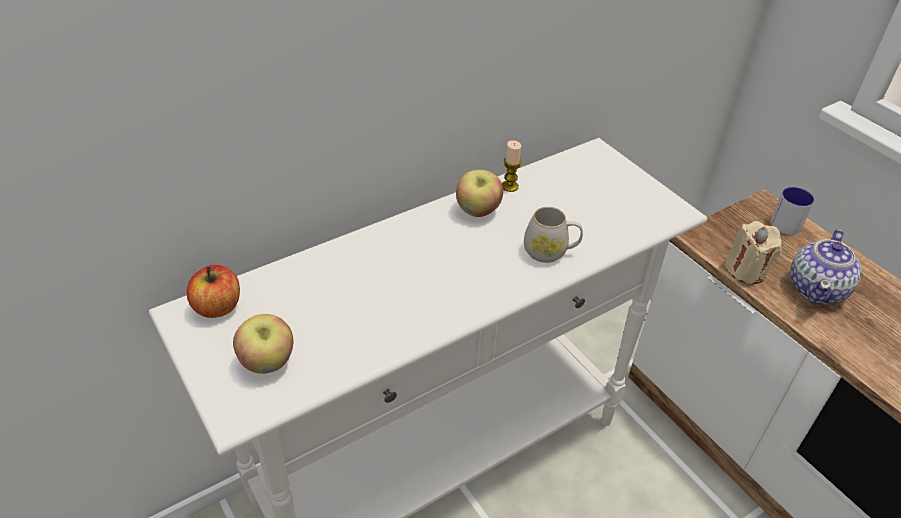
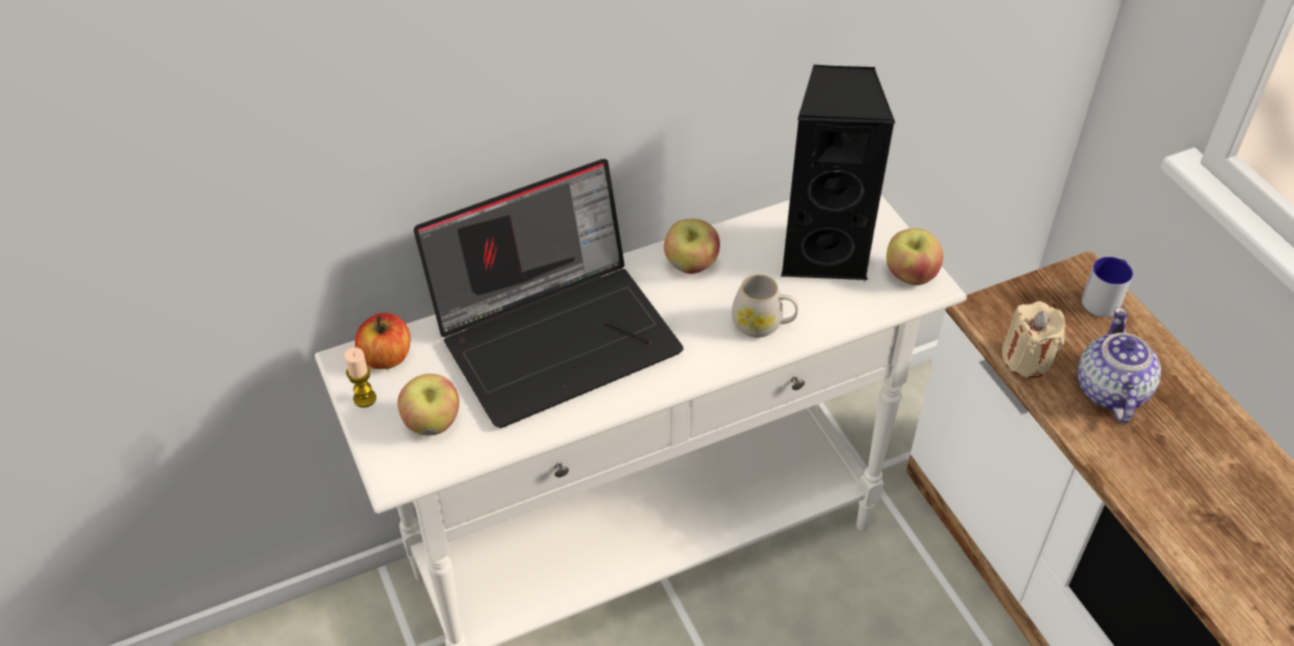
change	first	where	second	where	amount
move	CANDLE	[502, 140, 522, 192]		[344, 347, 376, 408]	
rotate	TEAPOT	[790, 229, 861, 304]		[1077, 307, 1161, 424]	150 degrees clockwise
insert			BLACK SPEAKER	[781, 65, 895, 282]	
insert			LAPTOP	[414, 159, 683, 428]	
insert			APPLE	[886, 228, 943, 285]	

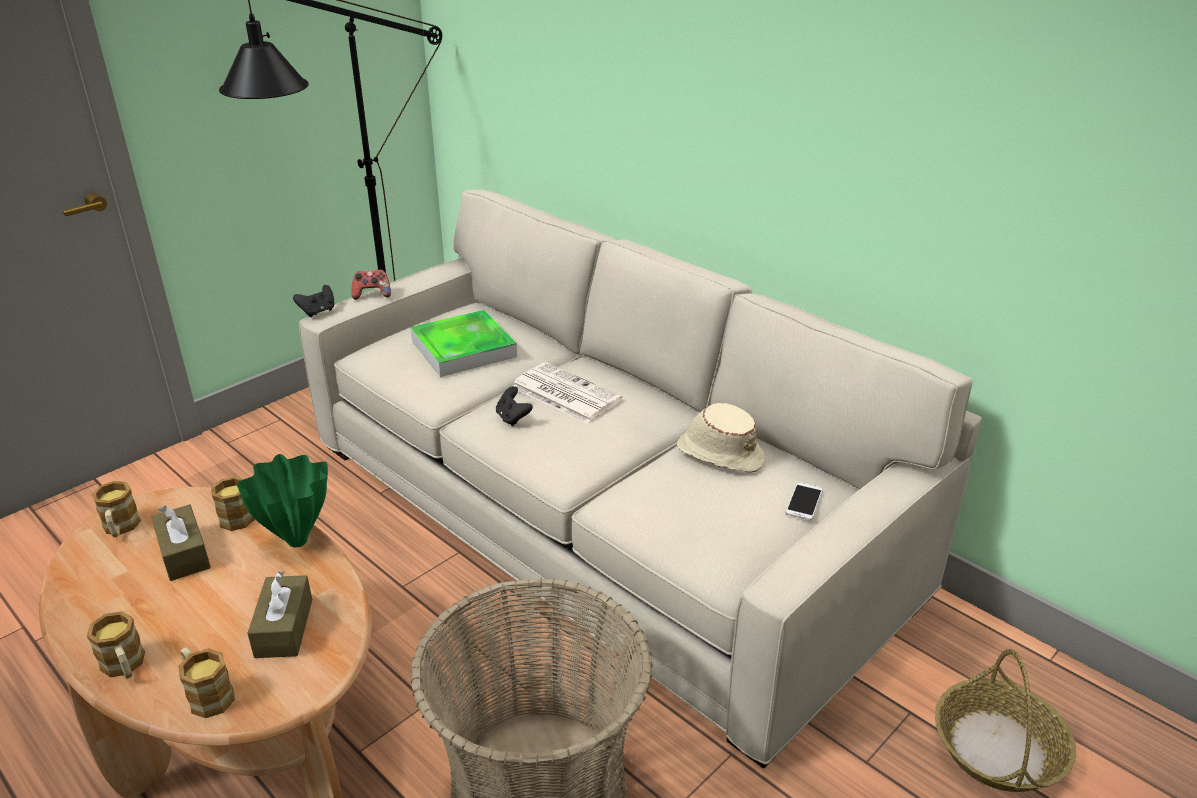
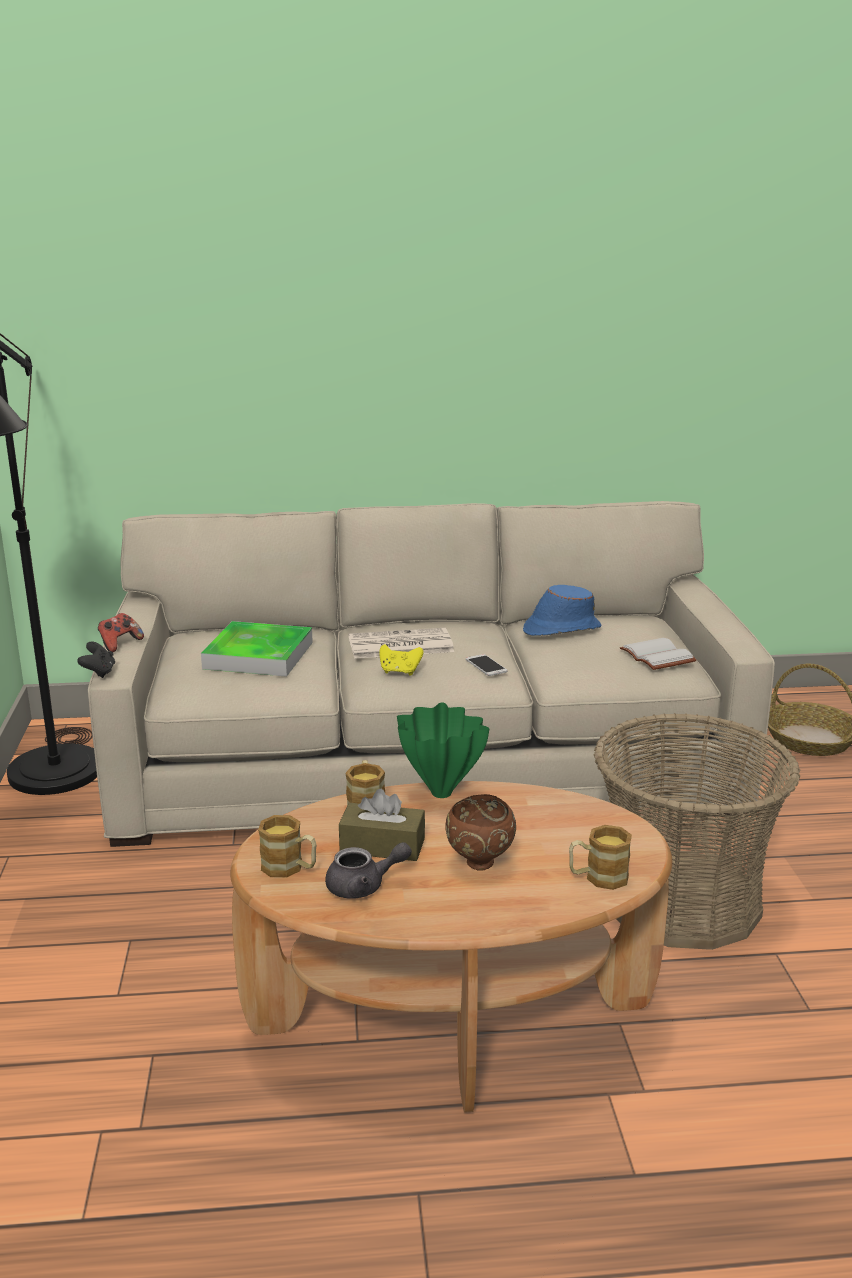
change	first	where	second	where	amount
recolor	BLACK GAME CONTROLLER	[496, 386, 533, 426]	YELLOW GAME CONTROLLER	[379, 644, 423, 676]	
recolor	BEIGE HAT	[677, 403, 764, 473]	BLUE HAT	[523, 585, 601, 636]	
move	PHONE	[786, 482, 823, 520]		[466, 654, 507, 676]	
delete	BROWN TISSUE BOX	[247, 571, 312, 658]			
delete	MUG	[87, 611, 145, 679]			
insert			WHITE BOOK	[620, 638, 696, 670]	
insert			BROWN BOWL	[445, 794, 516, 871]	
insert			GREY TEAPOT	[325, 842, 412, 899]	

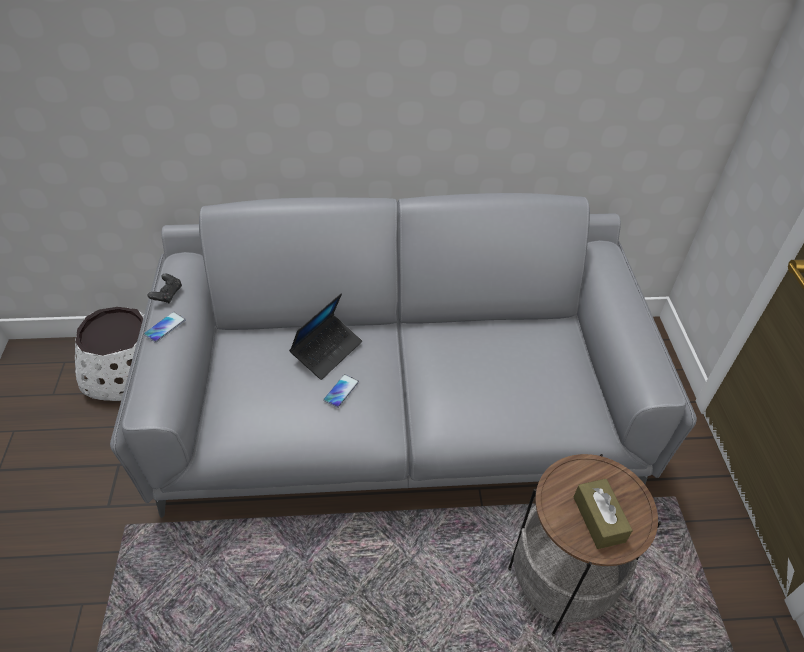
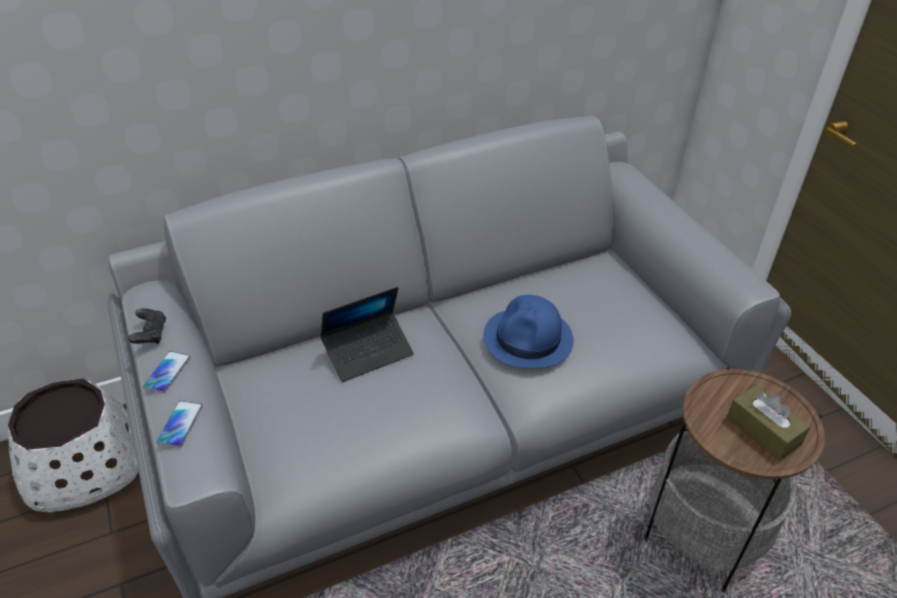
change	first	where	second	where	amount
rotate	LAPTOP	[289, 293, 362, 380]		[320, 287, 414, 382]	45 degrees clockwise
move	PHONE	[323, 374, 359, 408]		[156, 401, 203, 448]	
insert			BLUE HAT	[483, 295, 574, 368]	

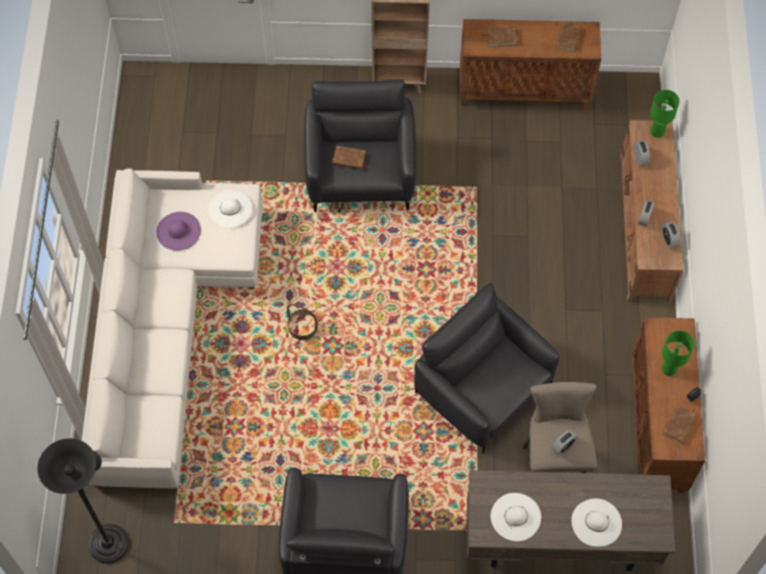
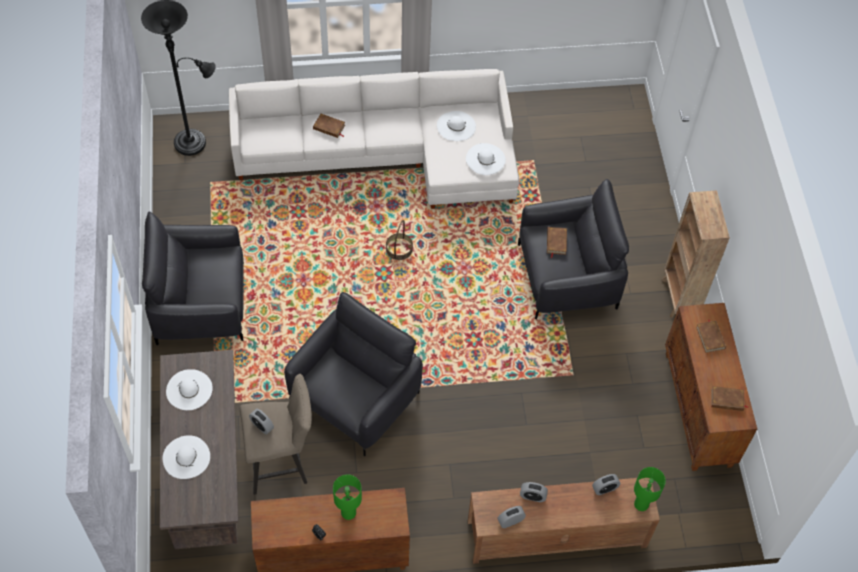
change	first	where	second	where	amount
recolor	PURPLE HAT	[156, 212, 201, 251]	WHITE HAT	[437, 111, 476, 141]	
move	BROWN BOOK	[662, 404, 698, 444]		[313, 114, 345, 138]	

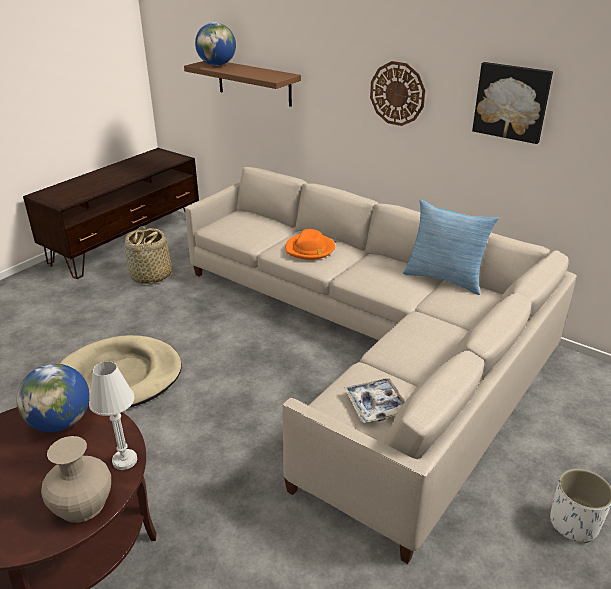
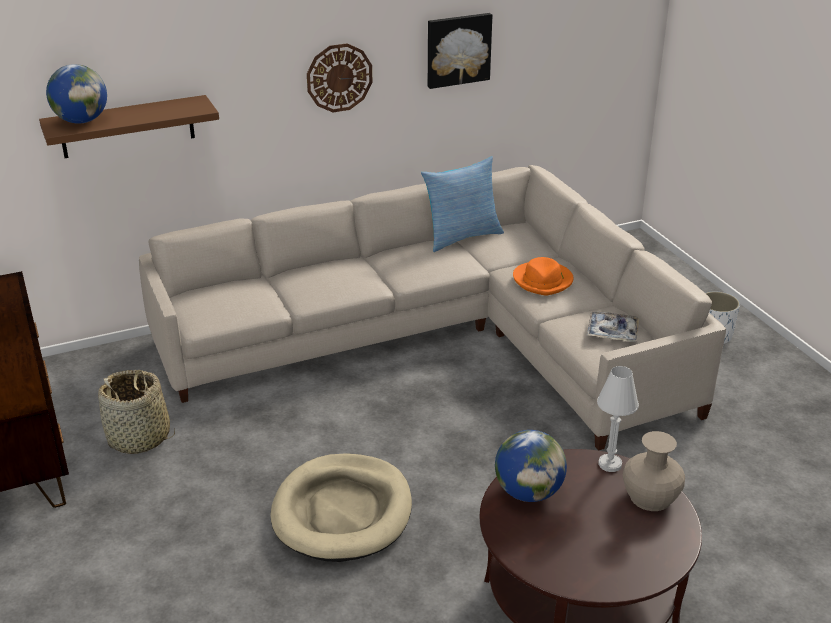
change	first	where	second	where	amount
move	ORANGE HAT	[285, 229, 335, 260]		[513, 257, 574, 296]	

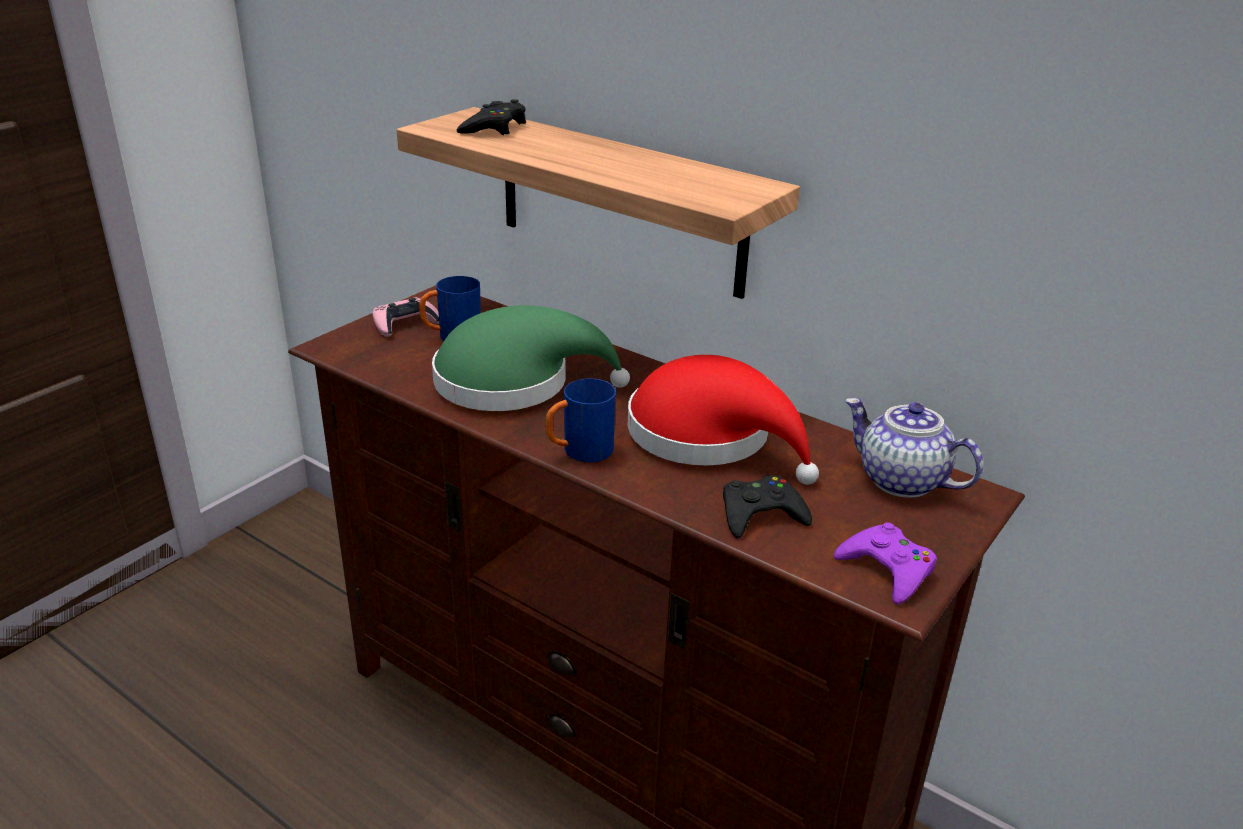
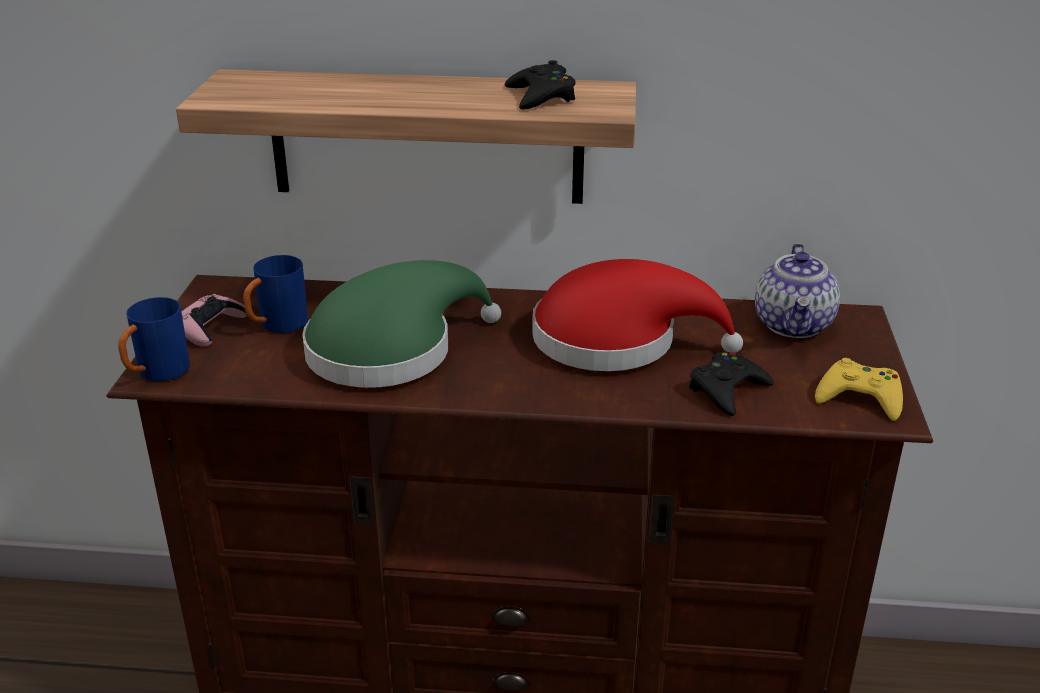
change	first	where	second	where	amount
move	BLACK GAME CONTROLLER	[457, 99, 526, 135]		[505, 60, 575, 109]	
move	BLUE MUG	[546, 379, 616, 462]		[118, 297, 190, 381]	
rotate	TEAPOT	[845, 398, 983, 498]		[755, 243, 840, 338]	90 degrees counterclockwise
recolor	PURPLE GAME CONTROLLER	[834, 523, 937, 605]	YELLOW GAME CONTROLLER	[815, 358, 903, 421]	

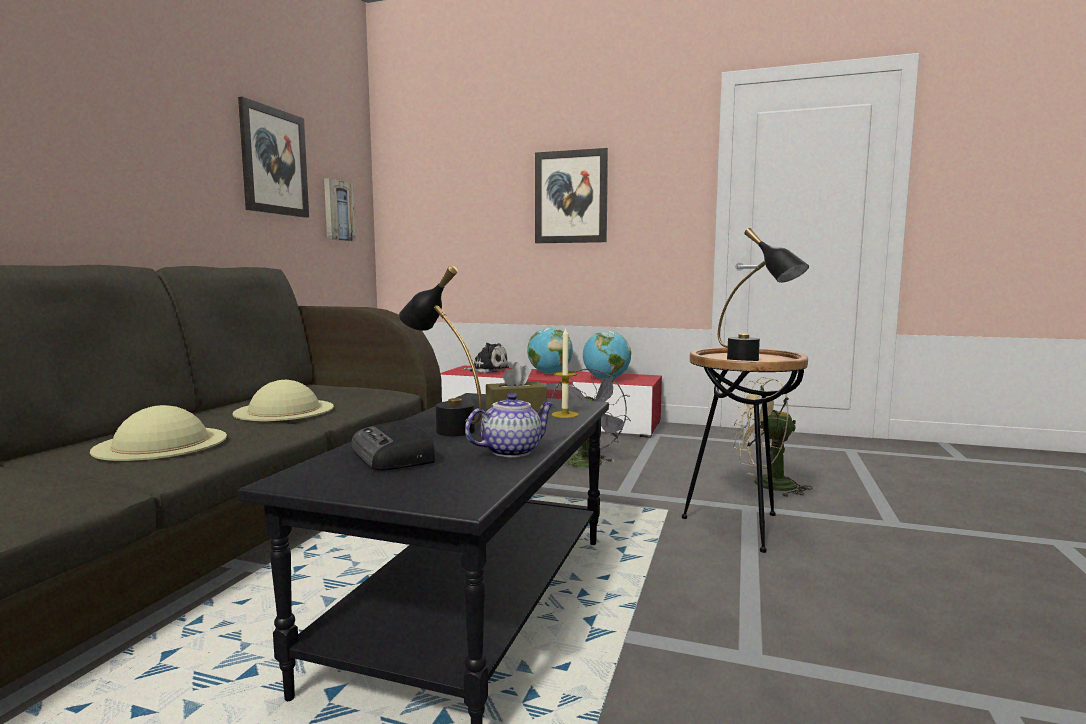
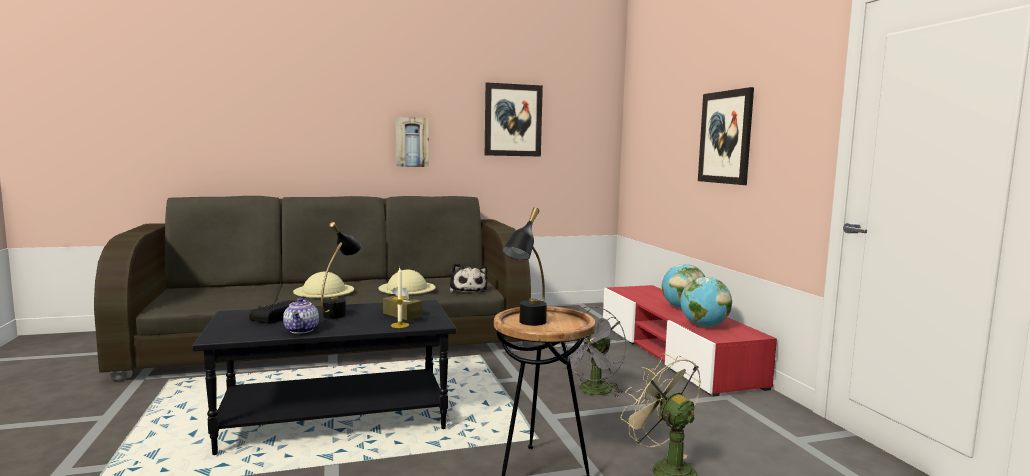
change	first	where	second	where	amount
move	PICTURE	[324, 178, 356, 241]		[396, 117, 429, 167]	
move	PLUSH TOY	[462, 343, 509, 373]		[450, 263, 488, 293]	
rotate	TEAPOT	[465, 393, 554, 457]		[283, 298, 319, 334]	60 degrees clockwise

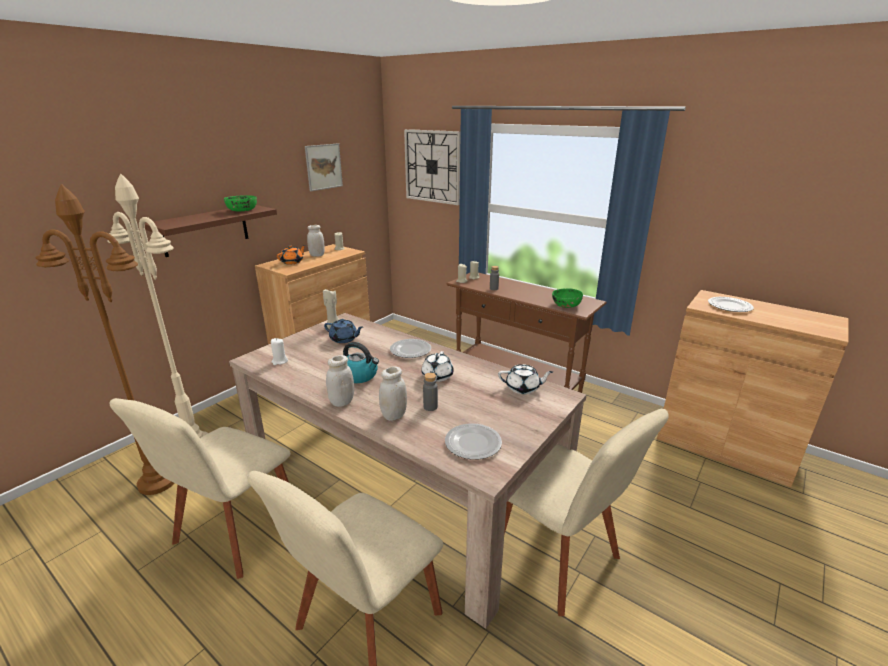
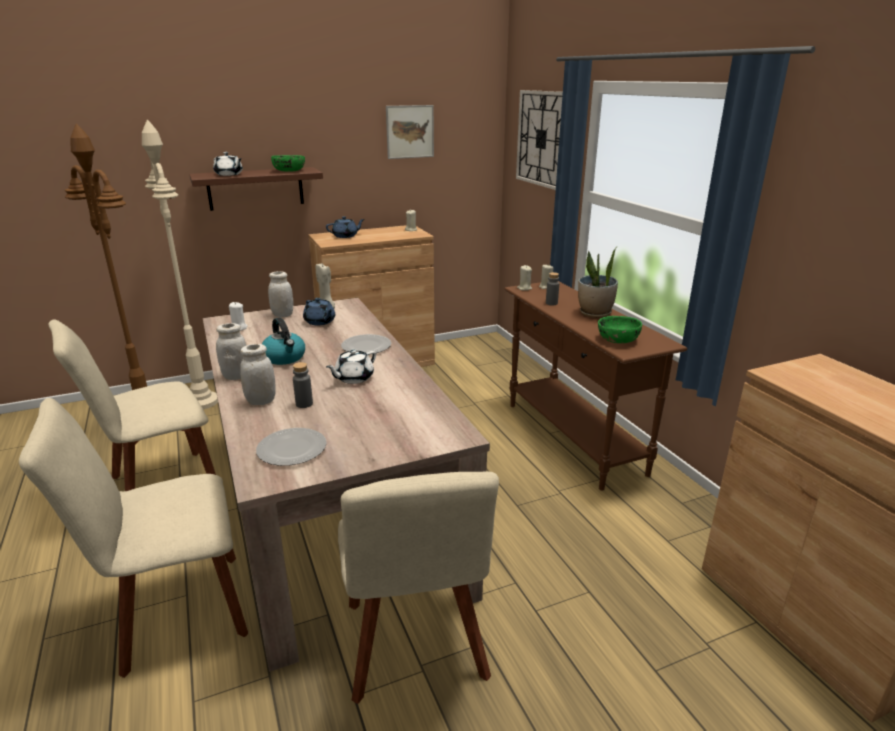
change	first	where	second	where	amount
move	WHITE JAR	[307, 225, 325, 257]		[268, 271, 293, 317]	
recolor	ORANGE TEAPOT	[277, 245, 306, 264]	BLUE TEAPOT	[326, 216, 364, 238]	
delete	PLATE	[708, 297, 754, 312]			
move	WHITE TEAPOT	[498, 364, 553, 394]		[213, 152, 243, 176]	
insert			POTTED PLANT	[578, 246, 618, 318]	

